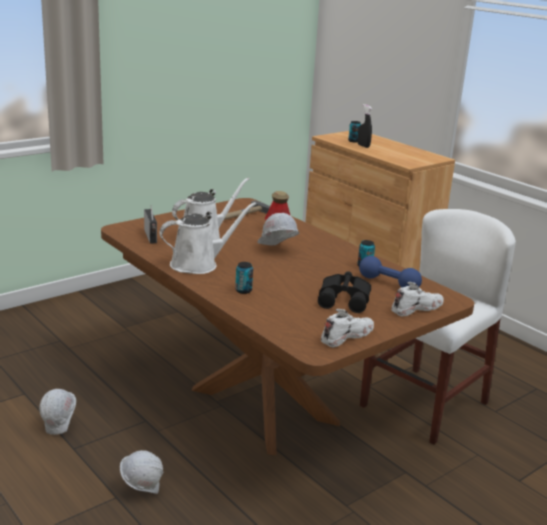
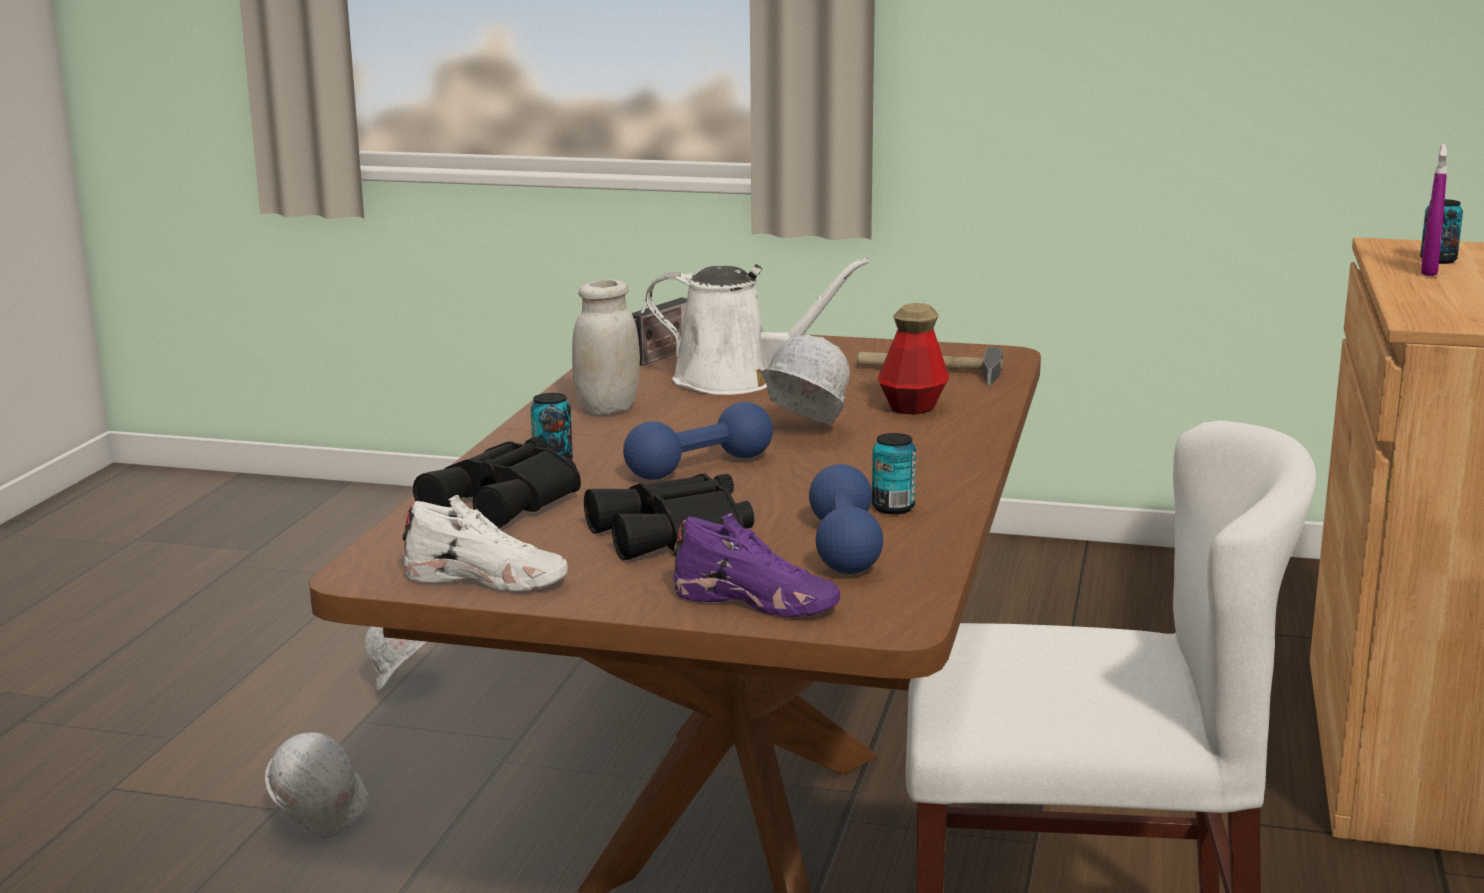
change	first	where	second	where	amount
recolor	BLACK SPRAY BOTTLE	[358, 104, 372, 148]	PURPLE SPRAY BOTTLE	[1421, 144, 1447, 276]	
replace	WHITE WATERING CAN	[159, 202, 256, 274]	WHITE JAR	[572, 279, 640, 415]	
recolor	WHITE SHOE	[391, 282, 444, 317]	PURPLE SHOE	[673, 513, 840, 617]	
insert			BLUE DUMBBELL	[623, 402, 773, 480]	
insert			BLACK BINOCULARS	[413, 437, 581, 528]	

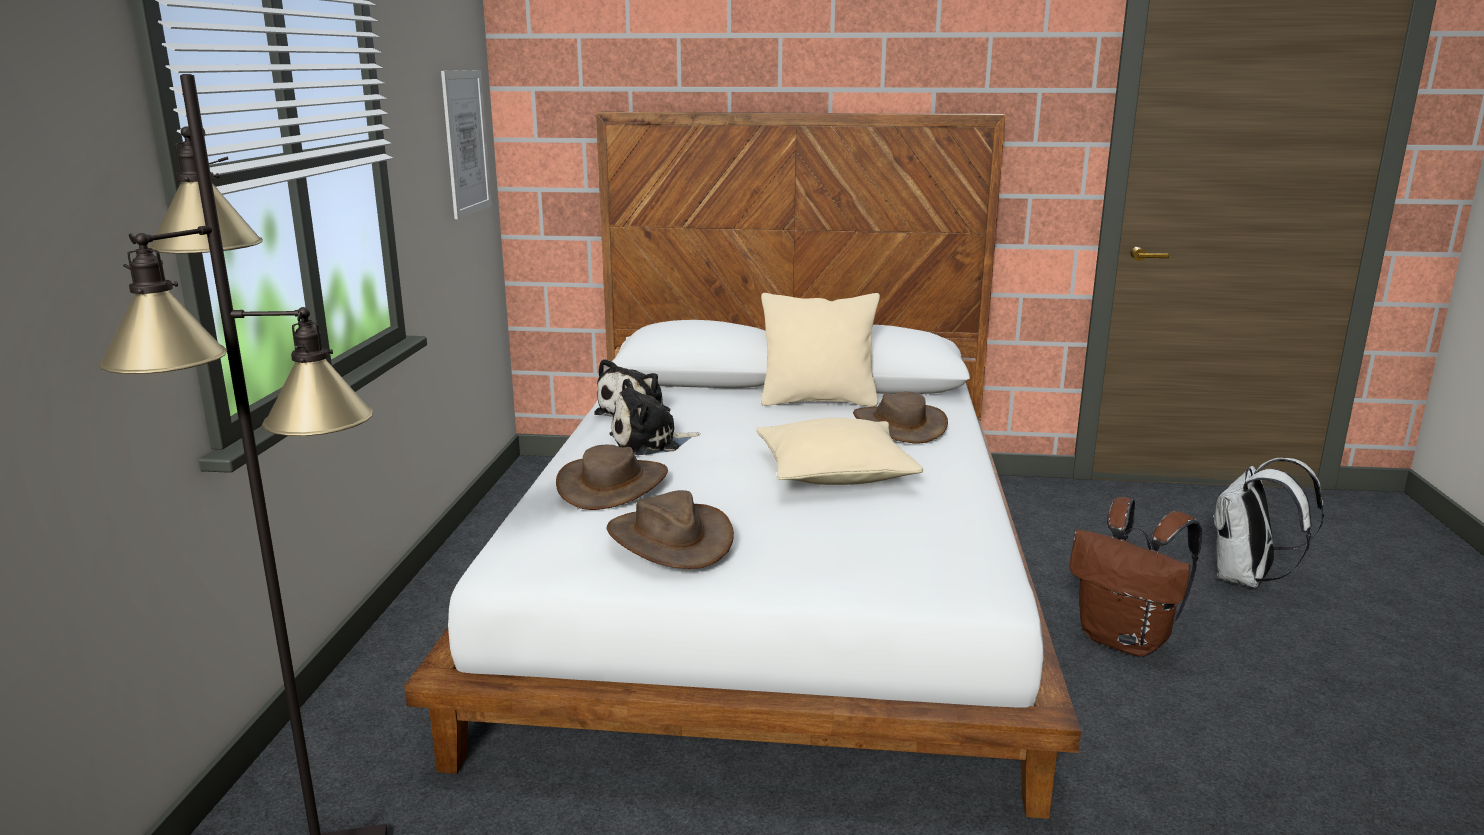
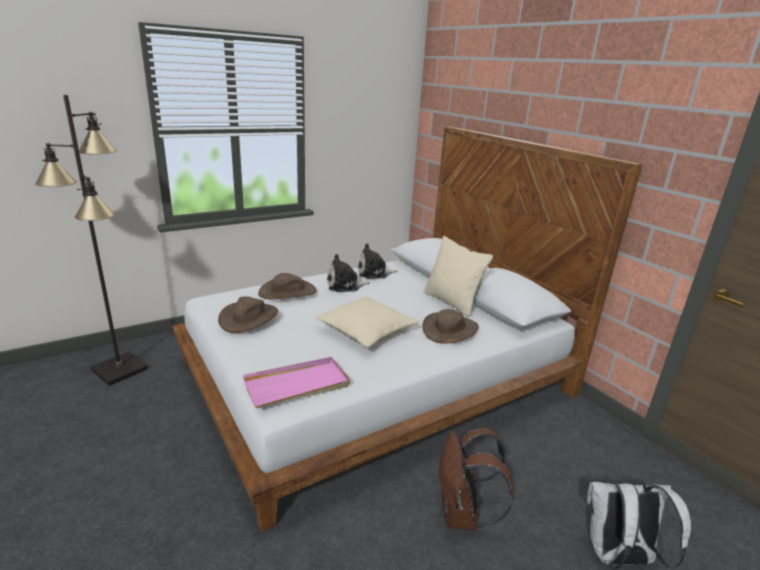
change	first	where	second	where	amount
delete	PICTURE	[441, 70, 492, 219]			
rotate	PLUSH TOY	[609, 378, 701, 455]		[327, 254, 370, 292]	45 degrees counterclockwise
insert			PINK TRAY	[243, 357, 350, 408]	

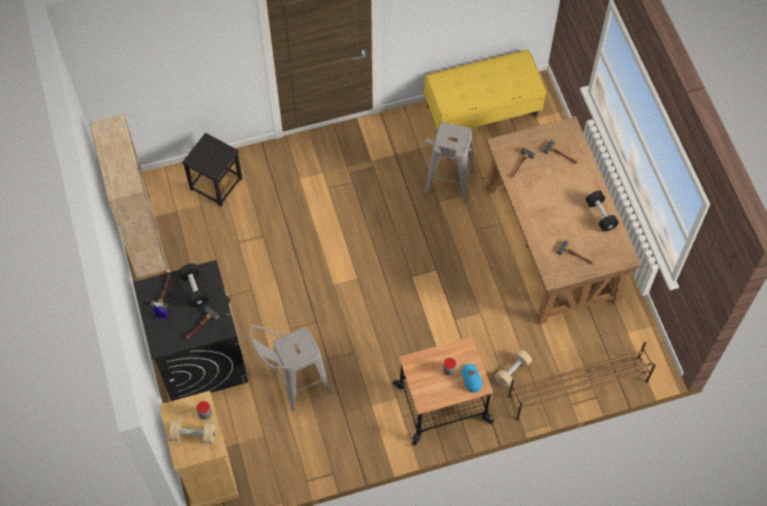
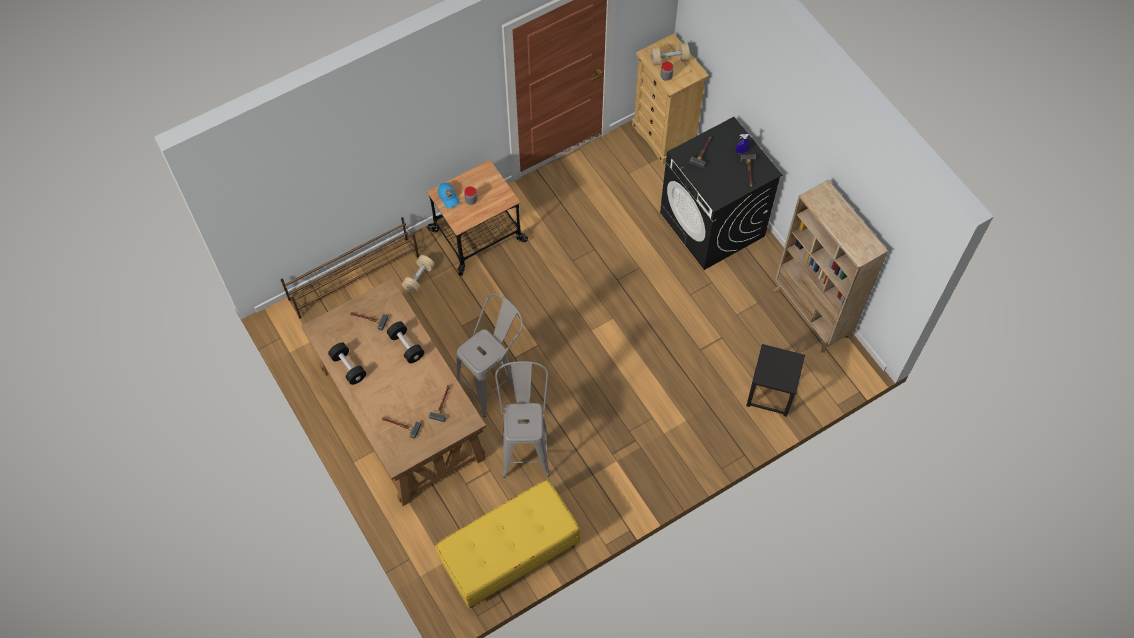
change	first	where	second	where	amount
move	BLACK DUMBBELL	[179, 264, 209, 307]		[387, 321, 424, 363]	
move	GREY STOOL	[249, 325, 331, 411]		[457, 293, 523, 417]	

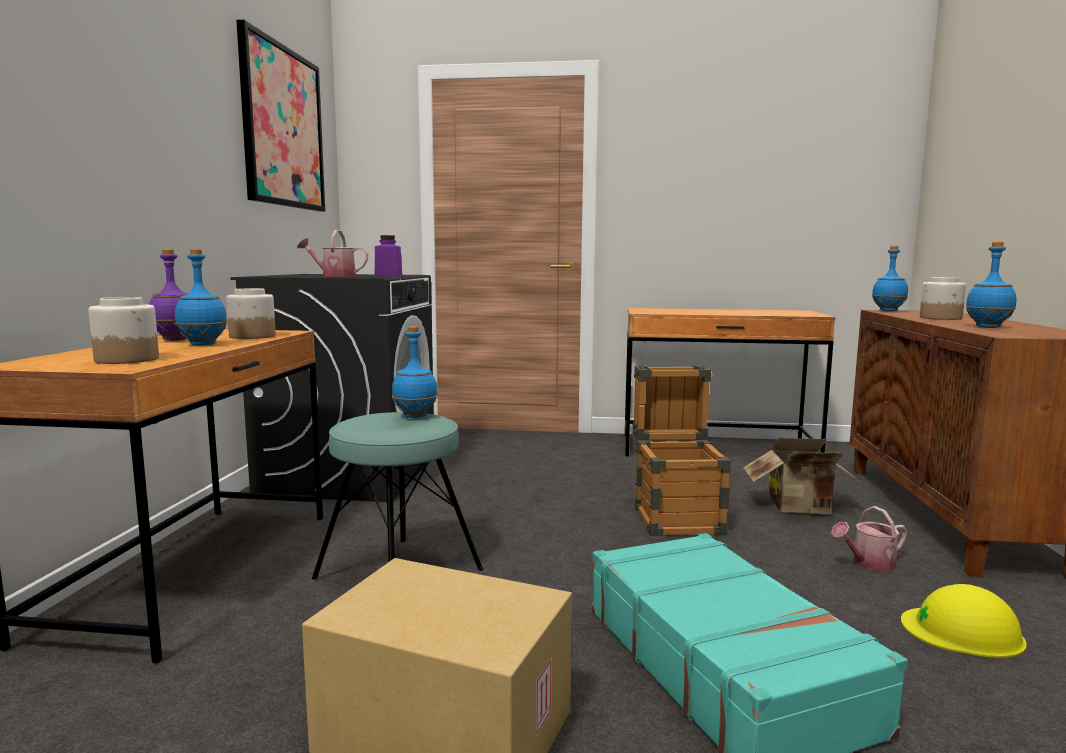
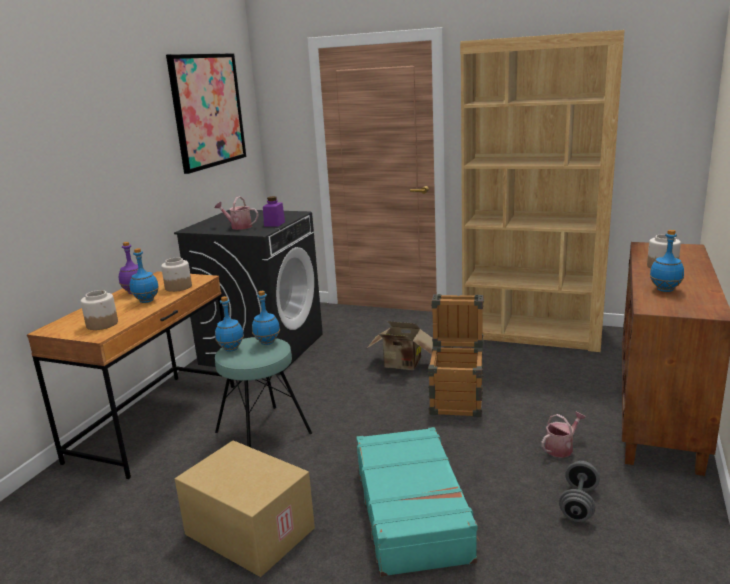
change	first	where	second	where	amount
move	BLUE BOTTLE	[872, 246, 908, 312]		[215, 296, 244, 352]	
replace	BROWN DESK	[625, 308, 835, 457]	BROWN BOOKCASE	[460, 30, 625, 352]	
move	CARDBOARD BOX	[743, 438, 864, 514]		[367, 321, 433, 370]	
rotate	WATERING CAN	[831, 506, 907, 571]		[541, 411, 586, 458]	150 degrees clockwise
replace	YELLOW HARD HAT	[901, 584, 1027, 658]	GREY DUMBBELL	[559, 461, 600, 522]	

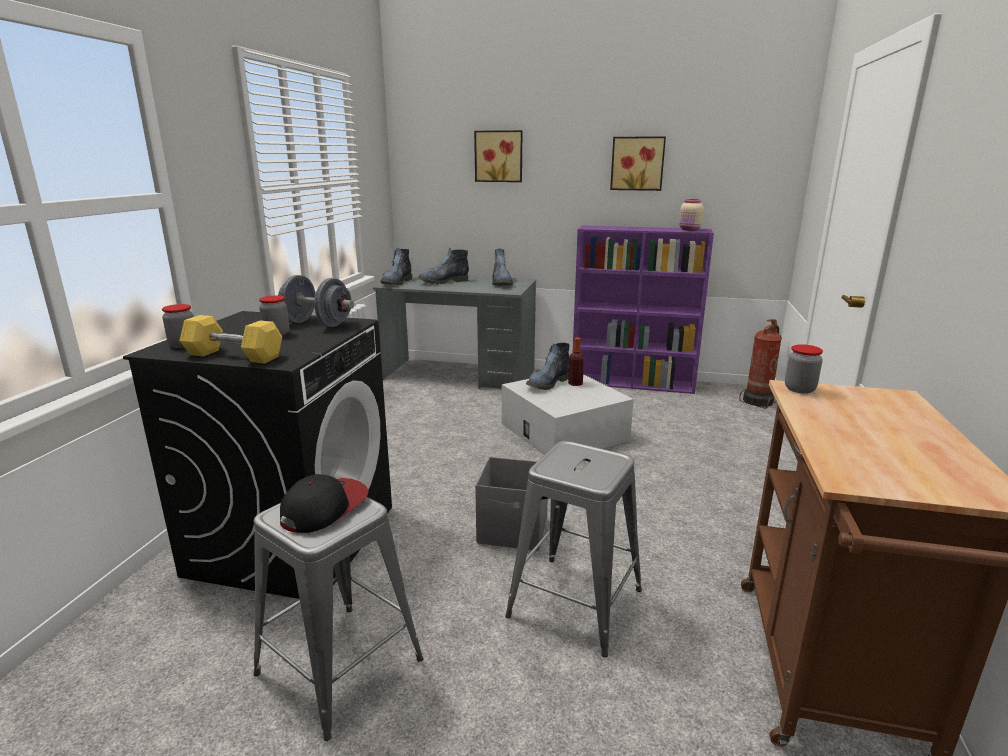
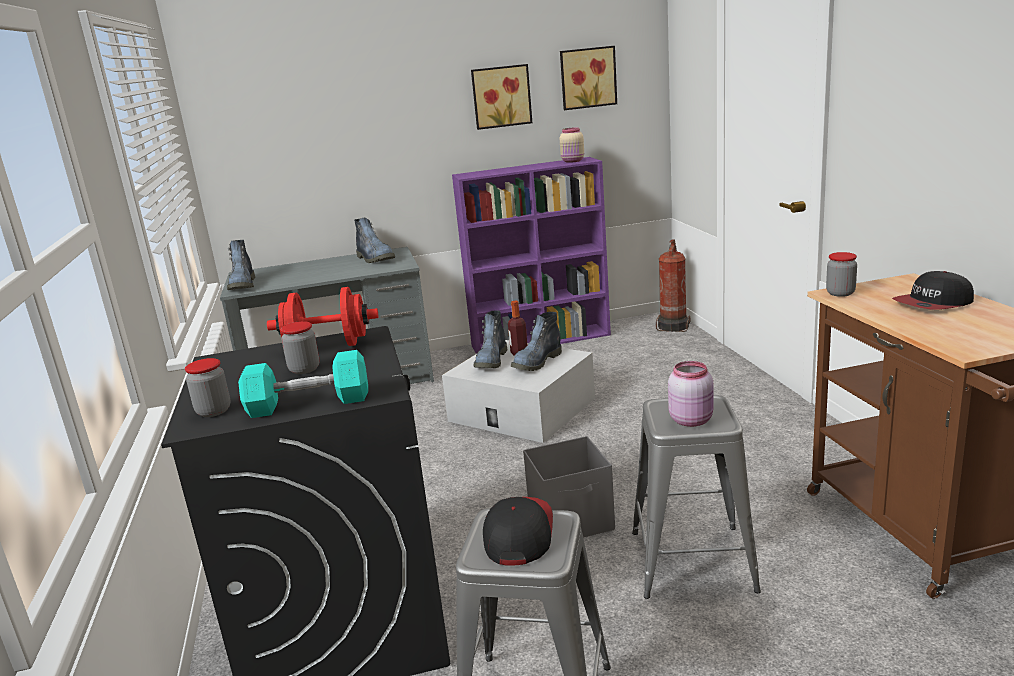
change	first	where	second	where	amount
move	PICTURE	[474, 130, 522, 182]		[560, 46, 617, 110]	
move	BOOT	[418, 248, 469, 284]		[511, 312, 562, 371]	
recolor	GREY DUMBBELL	[278, 275, 354, 327]	RED DUMBBELL	[267, 287, 378, 346]	
recolor	YELLOW DUMBBELL	[179, 315, 282, 364]	TURQUOISE DUMBBELL	[238, 350, 368, 418]	
insert			CAP	[892, 271, 974, 310]	
insert			PINK JAR	[668, 361, 713, 427]	

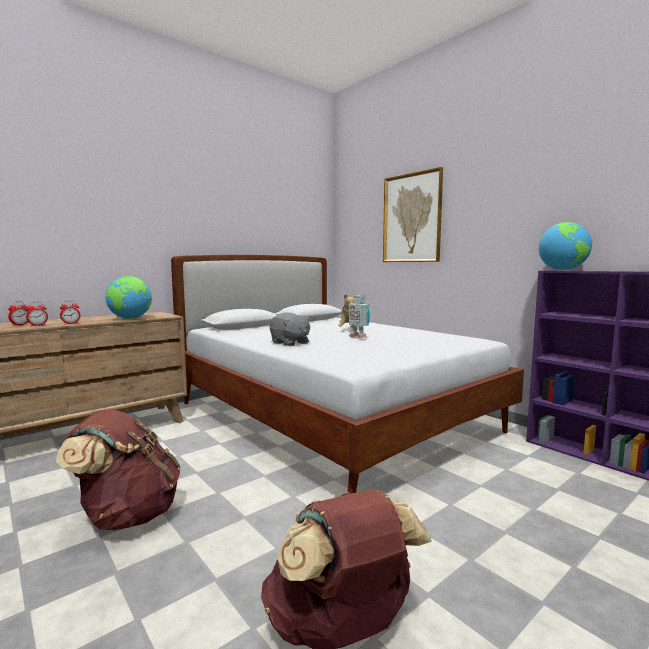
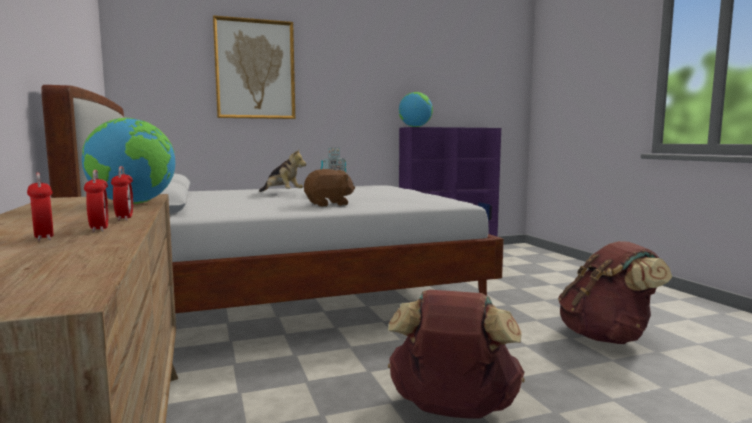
change	first	where	second	where	amount
recolor	GREY PLUSH TOY	[270, 312, 311, 346]	BROWN PLUSH TOY	[304, 169, 355, 207]	

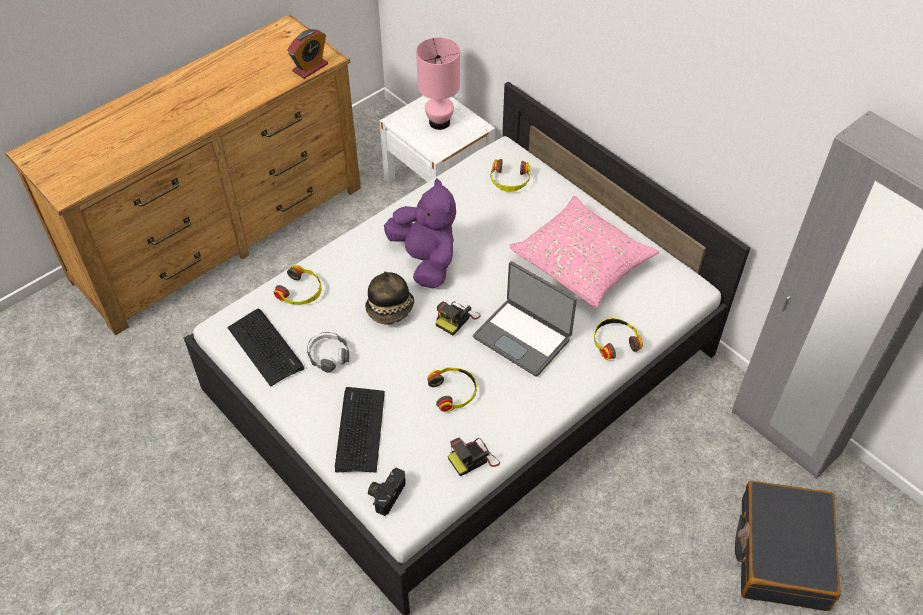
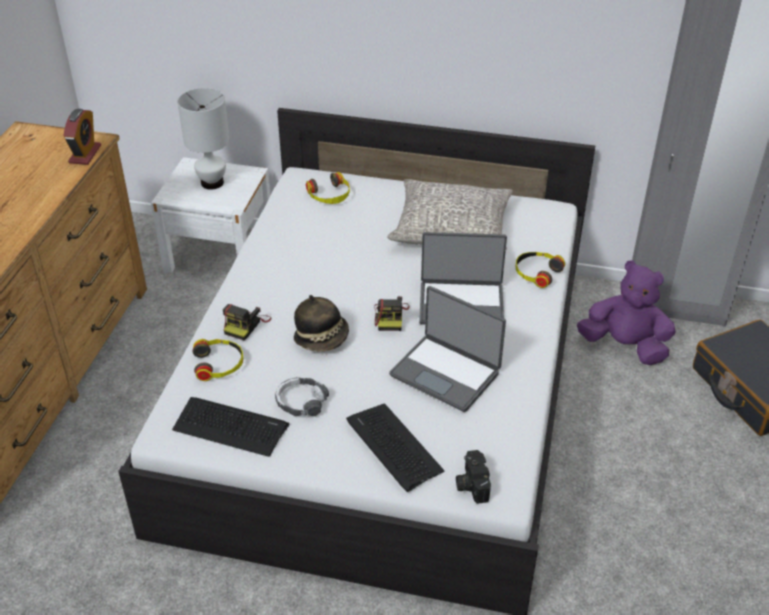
change	first	where	second	where	amount
recolor	PINK TABLE LAMP	[416, 37, 460, 130]	WHITE TABLE LAMP	[177, 88, 229, 189]	
move	PURPLE PLUSH TOY	[384, 178, 456, 289]		[577, 261, 676, 365]	
recolor	PINK PILLOW	[509, 196, 659, 308]	GREY PILLOW	[387, 179, 513, 250]	
replace	HEADPHONES	[427, 368, 477, 412]	LAPTOP	[389, 286, 506, 412]	
move	PHOTO CAMERA	[448, 438, 500, 476]		[223, 304, 271, 341]	

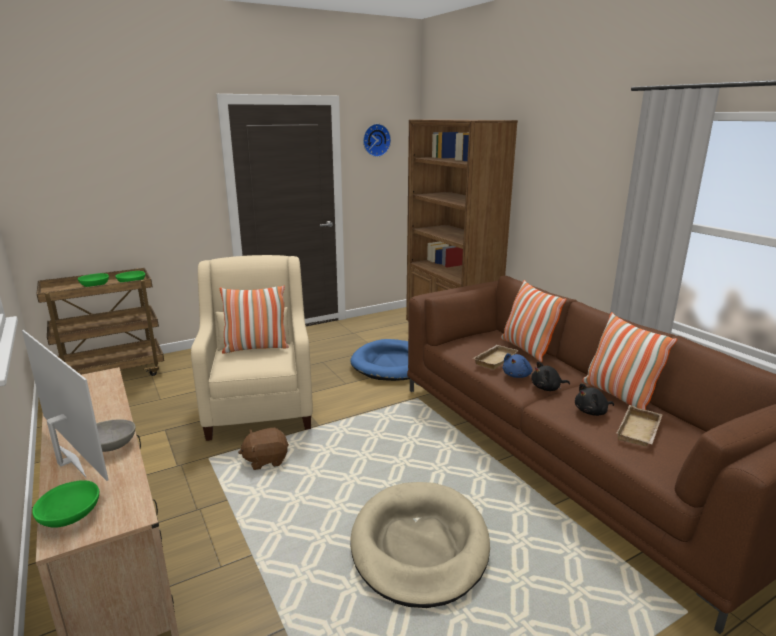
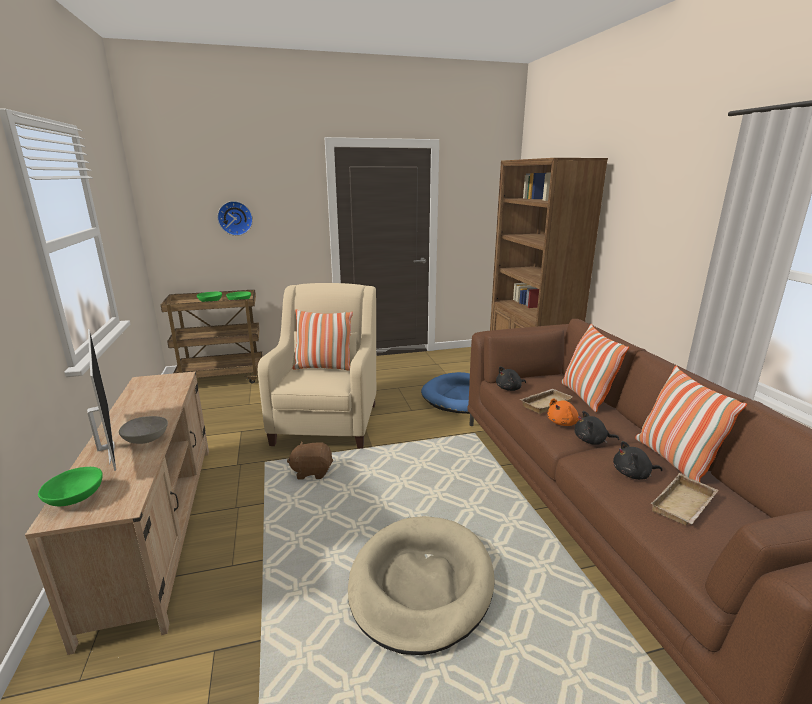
change	first	where	second	where	amount
move	WALL CLOCK	[363, 124, 391, 157]		[217, 201, 253, 236]	
recolor	BLUE PLUSH TOY	[503, 353, 532, 378]	ORANGE PLUSH TOY	[547, 398, 579, 426]	
insert			BLACK PLUSH TOY	[496, 366, 526, 391]	

